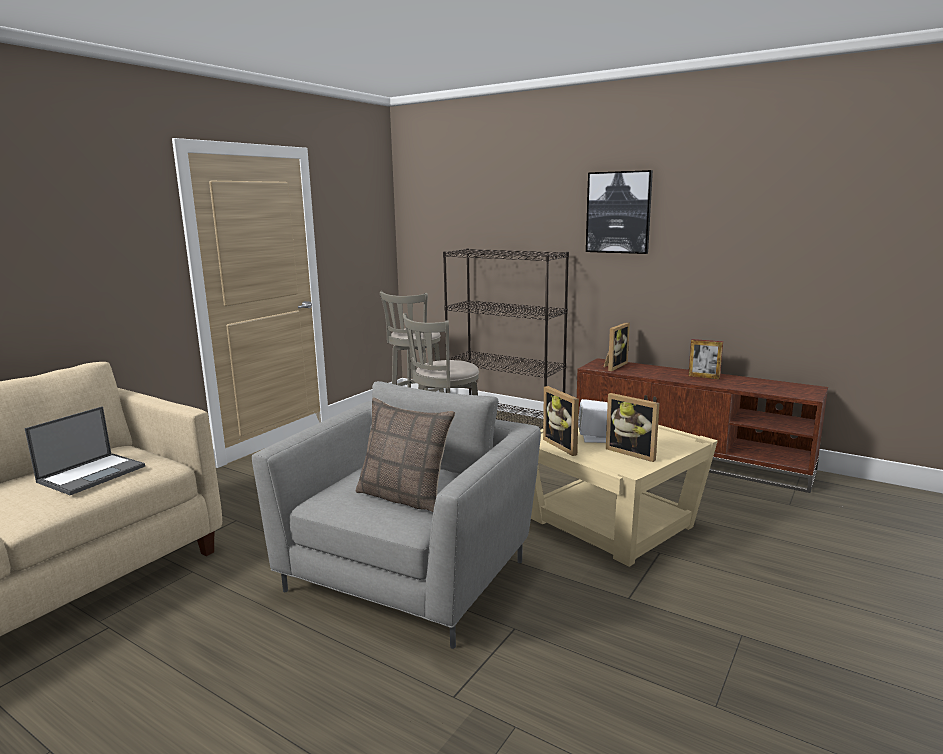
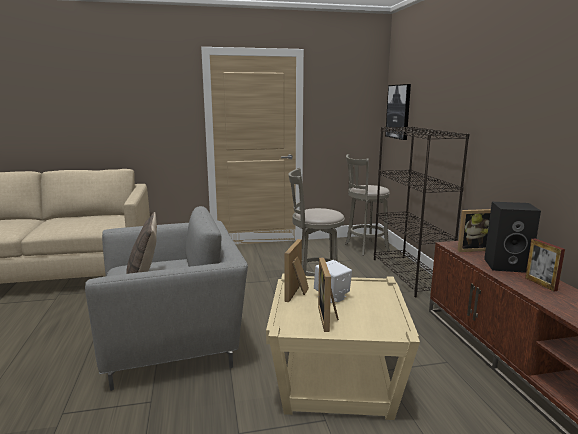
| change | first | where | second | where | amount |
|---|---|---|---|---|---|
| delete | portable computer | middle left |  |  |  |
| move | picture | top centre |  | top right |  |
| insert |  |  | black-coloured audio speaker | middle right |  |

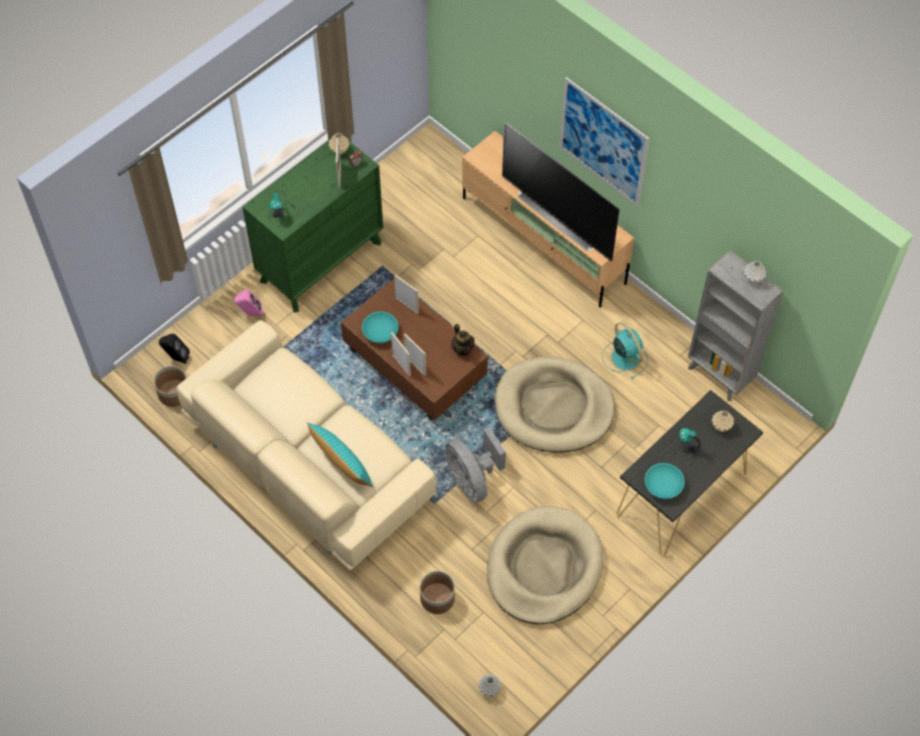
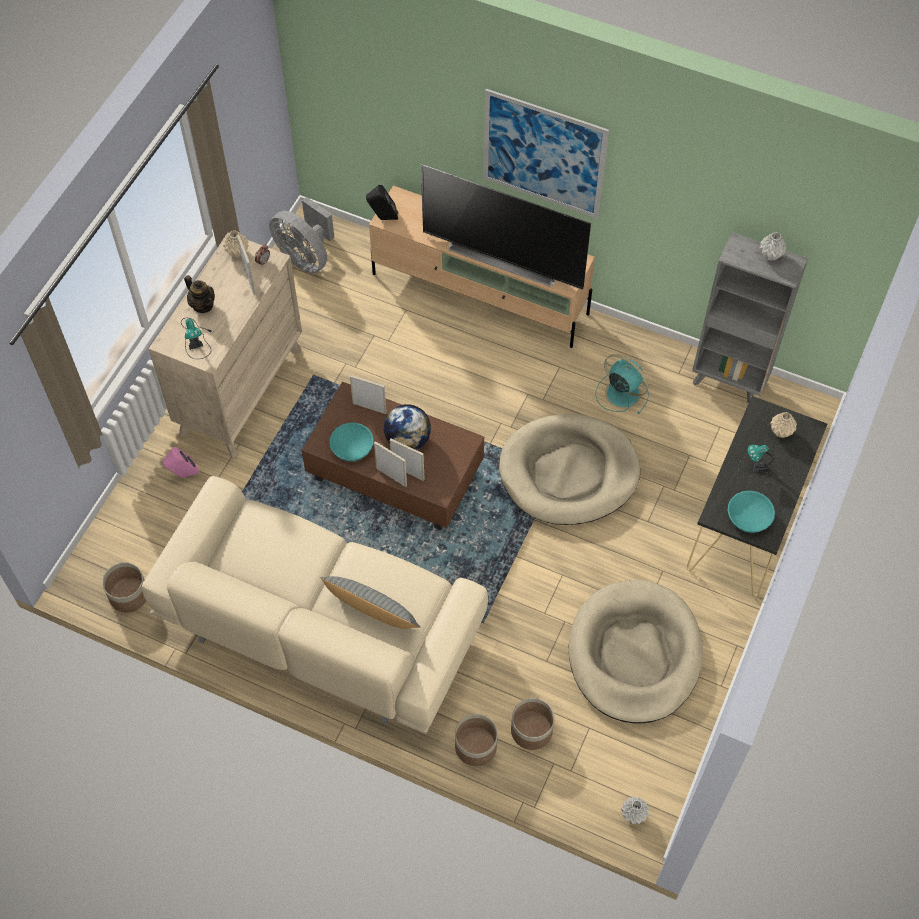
| change | first | where | second | where | amount |
|---|---|---|---|---|---|
| move | black-coloured audio speaker | middle left |  | top centre |  |
| recolor | green-coloured dresser | top centre | beige dresser | middle left |  |
| recolor | turquoise pillow | centre | gray pillow | centre |  |
| move | gray electric fan | centre |  | top left |  |
| move | teapot | centre |  | top left |  |
| insert |  |  | desk globe | centre |  |
| insert |  |  | plant pot (2nd from left) | bottom centre |  |

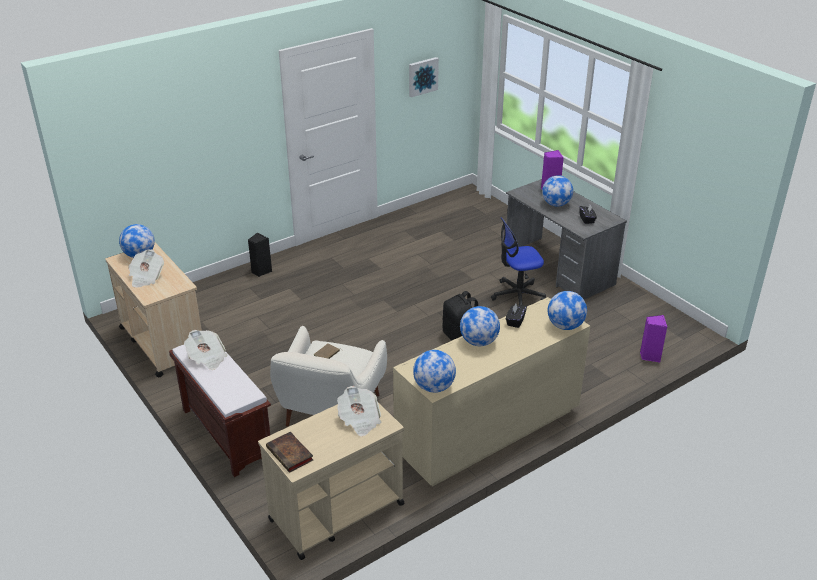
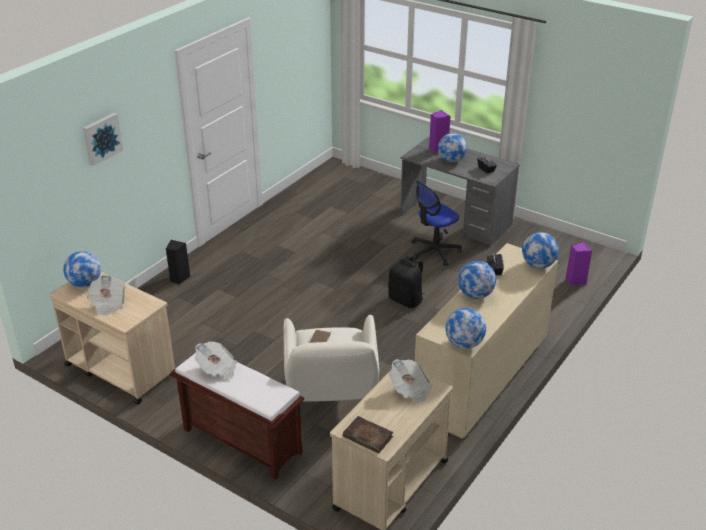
| change | first | where | second | where | amount |
|---|---|---|---|---|---|
| move | picture | top centre |  | top left |  |

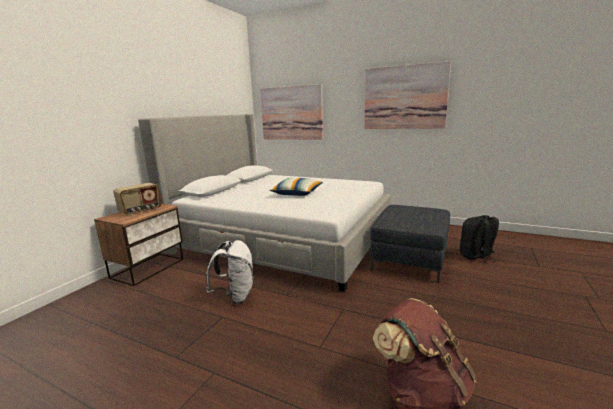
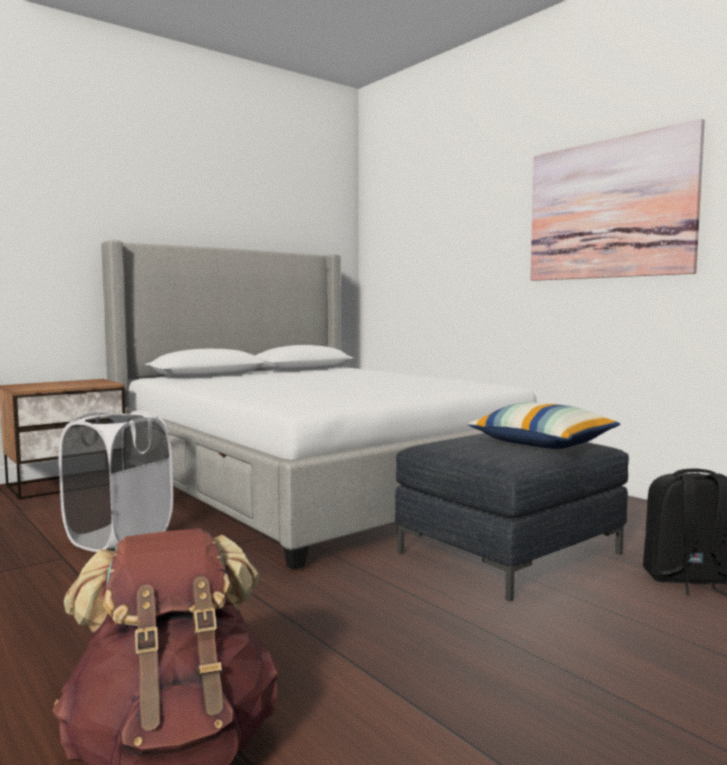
| change | first | where | second | where | amount |
|---|---|---|---|---|---|
| delete | radio | middle left |  |  |  |
| replace | white-coloured rucksack | centre | white-coloured washing basket | middle left |  |
| delete | picture (1st from left) | top centre |  |  |  |
| move | pillow | centre |  | middle right |  |

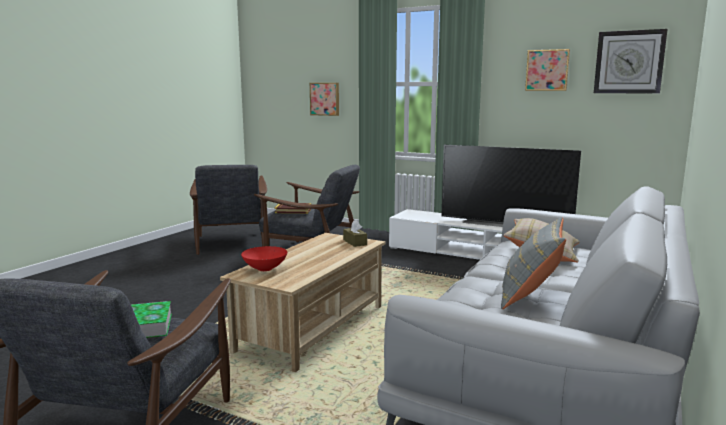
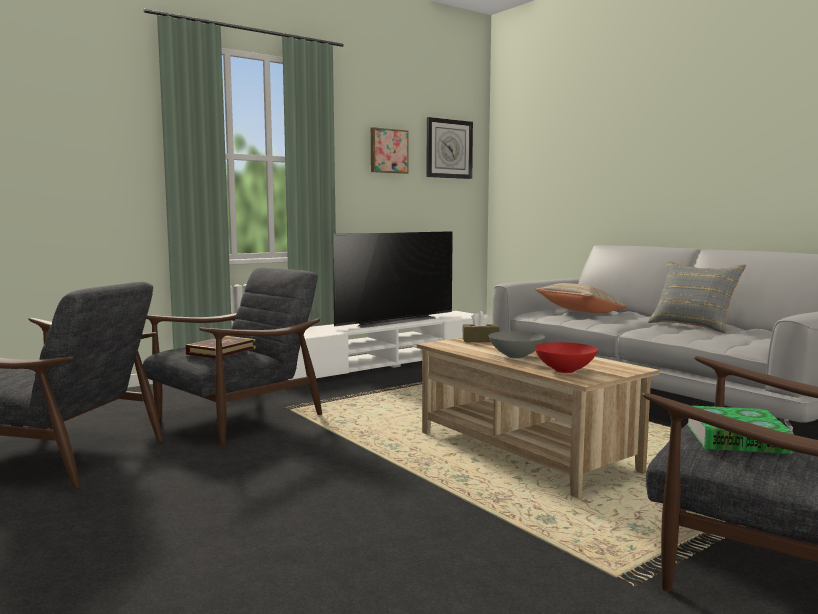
| change | first | where | second | where | amount |
|---|---|---|---|---|---|
| delete | picture (1st from left) | top centre |  |  |  |
| insert |  |  | gray bowl | centre |  |

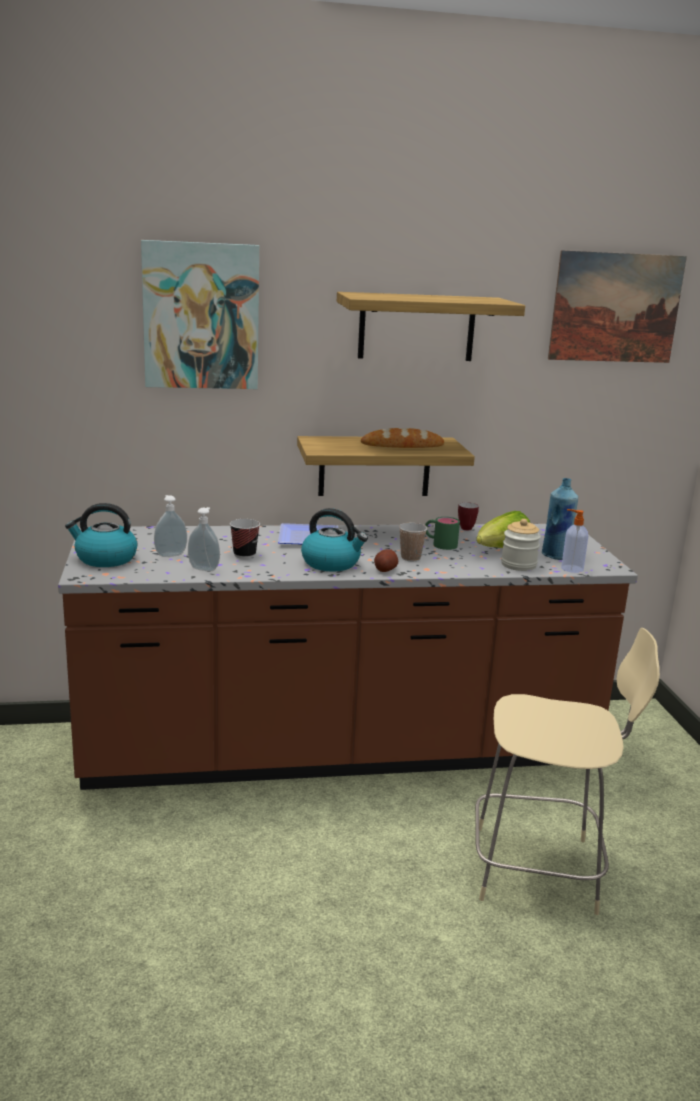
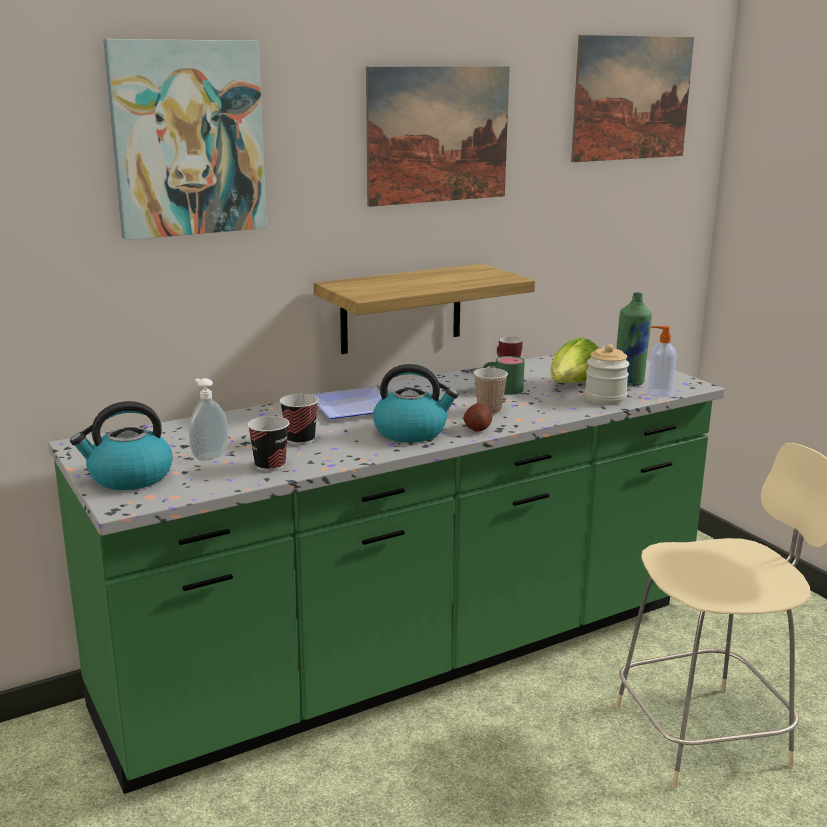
| change | first | where | second | where | amount |
|---|---|---|---|---|---|
| recolor | brown kitchen base unit | centre | green-coloured kitchen base unit | bottom centre |  |
| replace | liquid soap bottle (2nd from left) | middle left | drinking cup (1st from left) | middle left |  |
| replace | shelf (2nd from left) | top centre | picture (2nd from left) | top centre |  |
| delete | bread | centre |  |  |  |
| recolor | bluish drink bottle | middle right | green-coloured drink bottle | middle right |  |

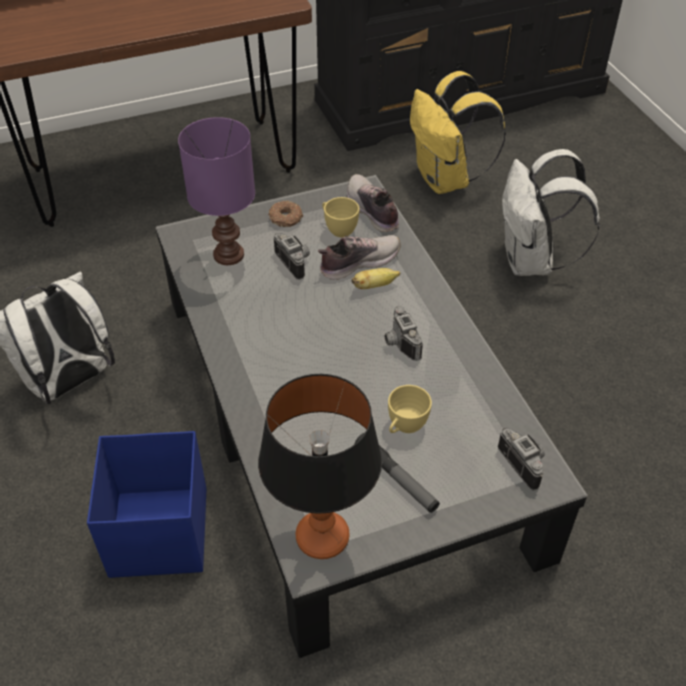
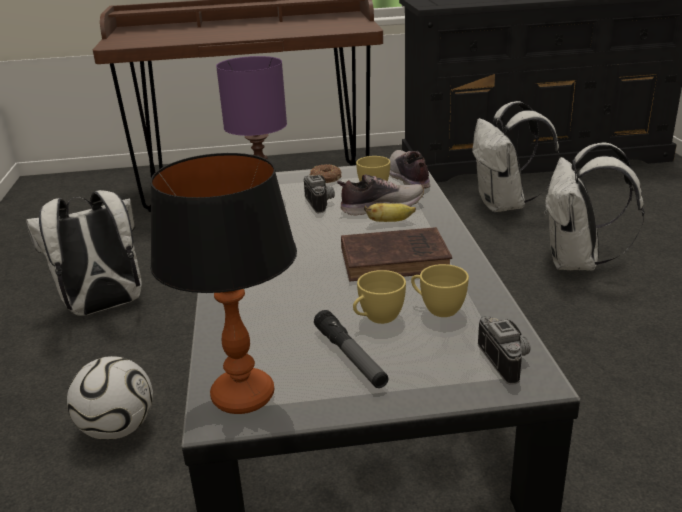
| change | first | where | second | where | amount |
|---|---|---|---|---|---|
| replace | bluish storage container | bottom left | football | bottom left |  |
| replace | photo camera (2nd from left) | centre | brown volume | centre |  |
| recolor | yellowish rucksack | top right | white-coloured rucksack (2nd from left) | top right |  |
| insert |  |  | yellowish drinking cup (3rd from left) | centre |  |

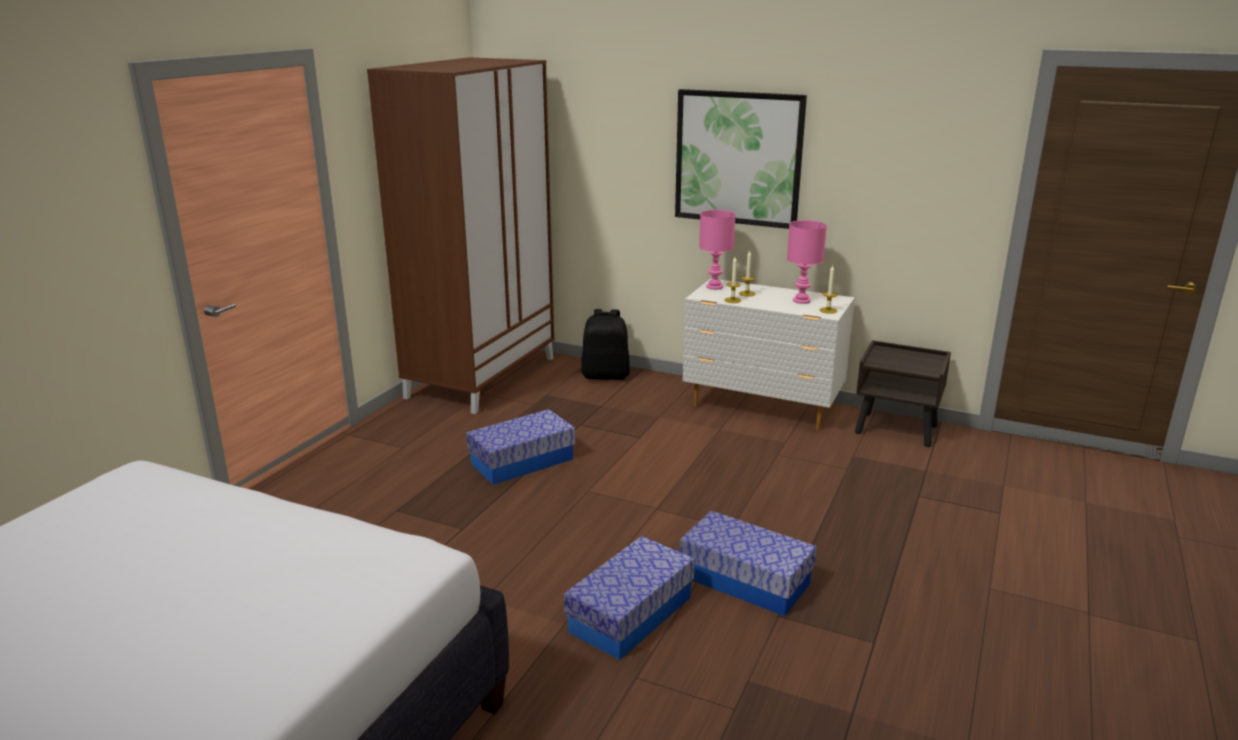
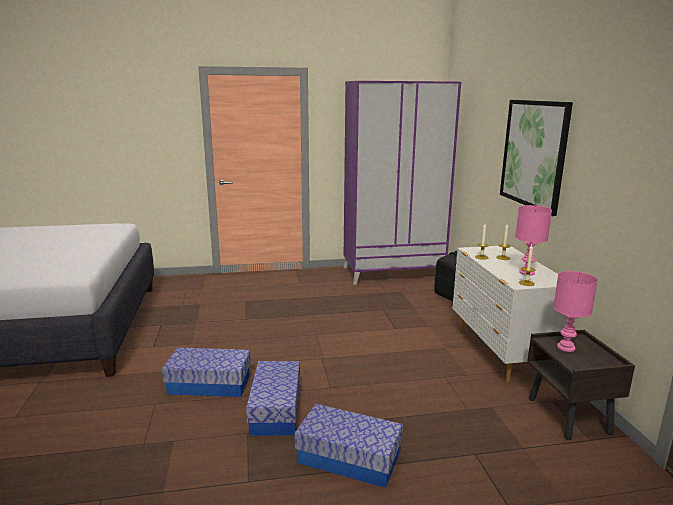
| change | first | where | second | where | amount |
|---|---|---|---|---|---|
| recolor | brown wardrobe | top centre | purplish wardrobe | centre |  |
| move | storage container (1st from left in the first image) | centre | storage container (3rd from left) | bottom centre |  |
| move | pink tabletop lamp (1st from left in the first image) | centre | pink tabletop lamp (2nd from left) | middle right |  |

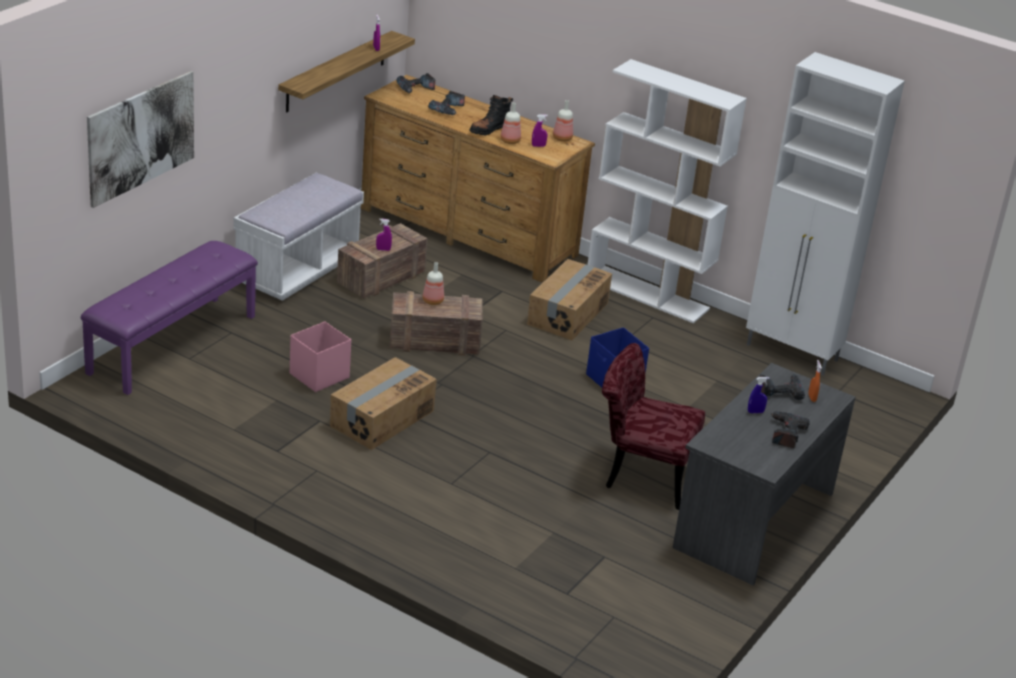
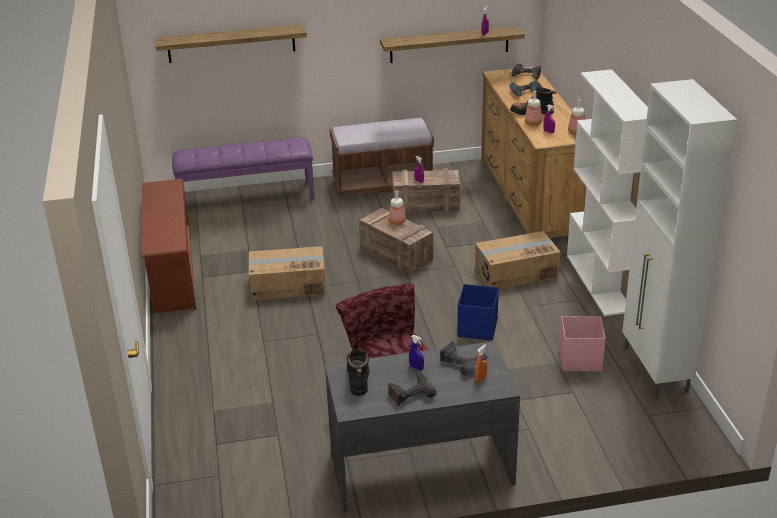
| change | first | where | second | where | amount |
|---|---|---|---|---|---|
| replace | picture | top left | shelf (1st from left) | top left |  |
| recolor | white-coloured indoor bench | middle left | brown indoor bench | top centre |  |
| move | pink storage container | middle left |  | middle right |  |
| insert |  |  | brown shoe shelf | middle left |  |
| insert |  |  | black-coloured tall boot (1st from left) | bottom centre |  |

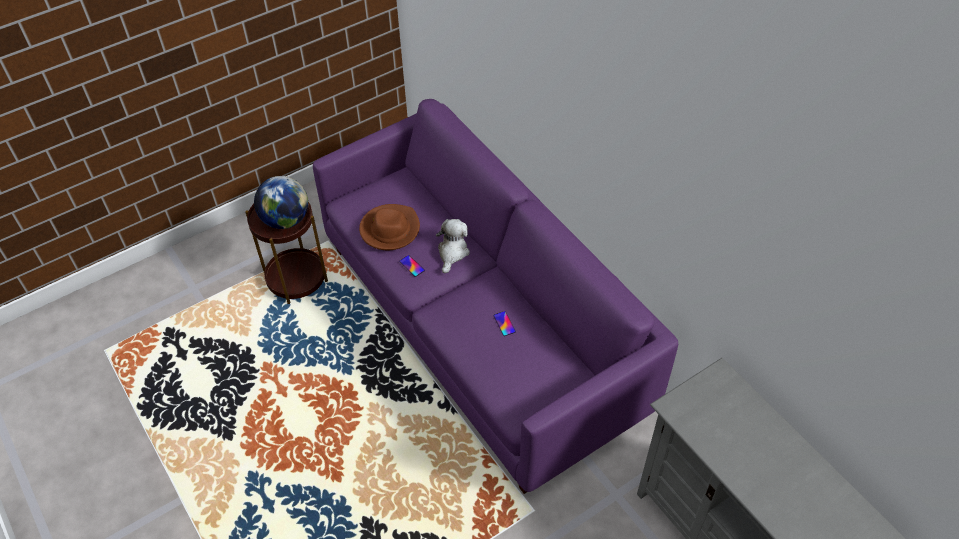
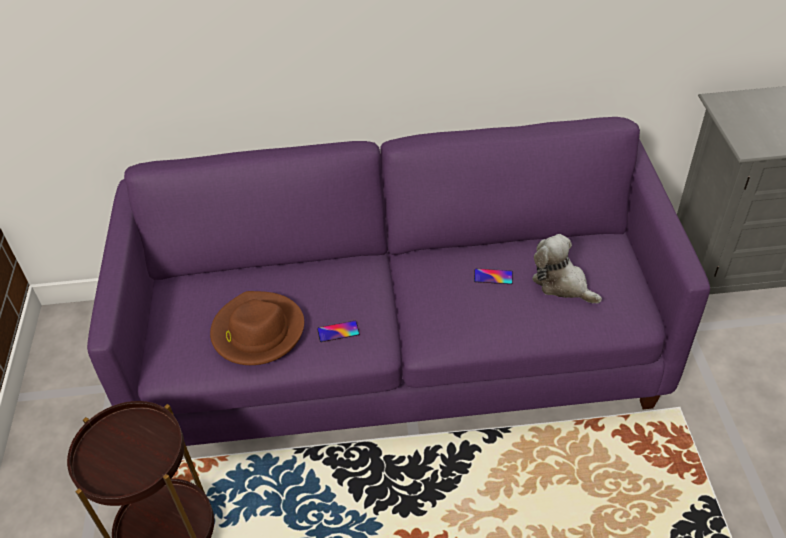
| change | first | where | second | where | amount |
|---|---|---|---|---|---|
| delete | desk globe | middle left |  |  |  |
| move | cuddly toy | centre |  | middle right |  |

